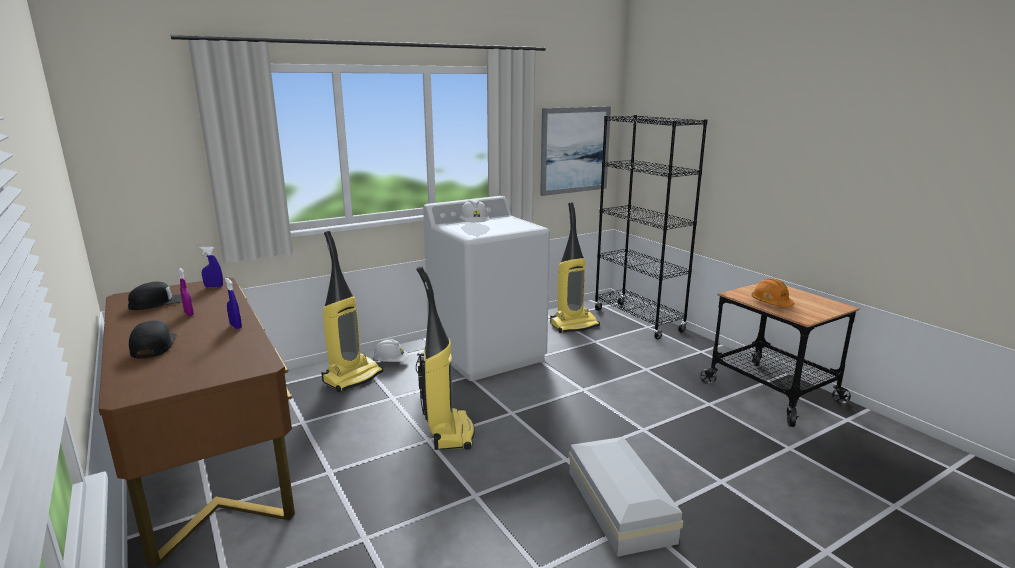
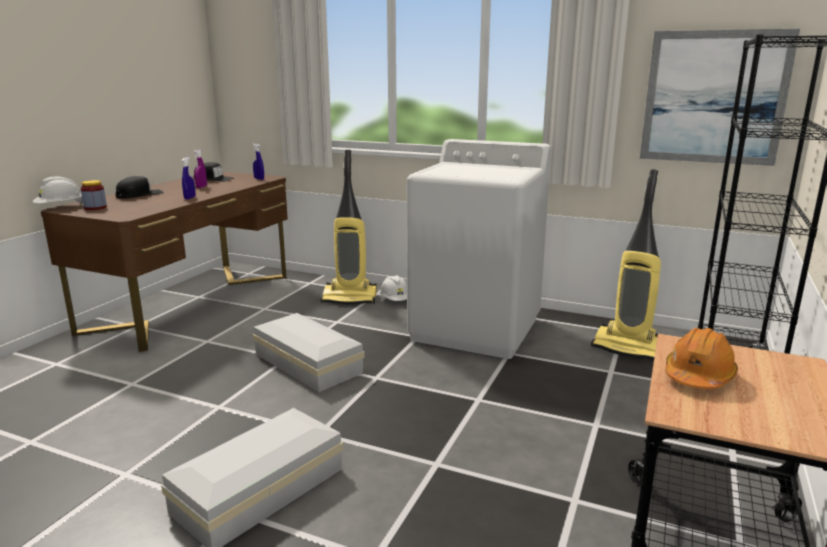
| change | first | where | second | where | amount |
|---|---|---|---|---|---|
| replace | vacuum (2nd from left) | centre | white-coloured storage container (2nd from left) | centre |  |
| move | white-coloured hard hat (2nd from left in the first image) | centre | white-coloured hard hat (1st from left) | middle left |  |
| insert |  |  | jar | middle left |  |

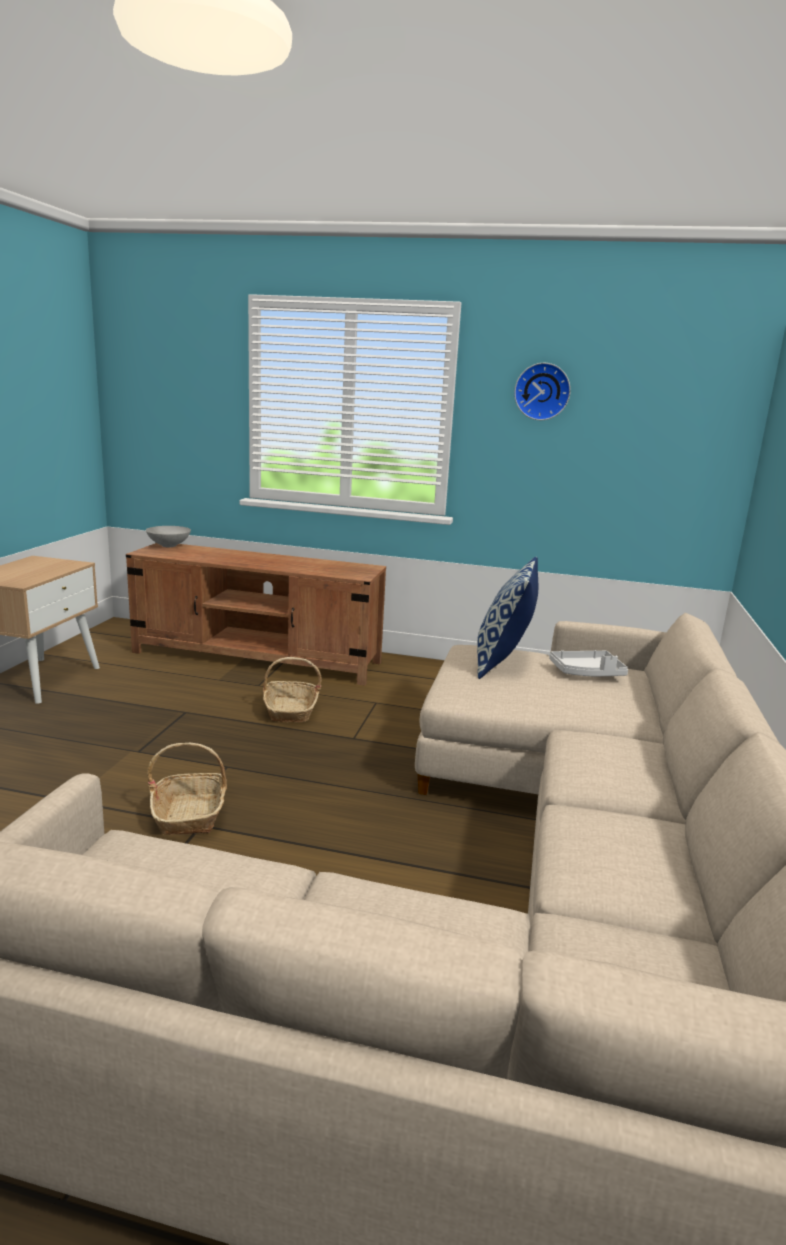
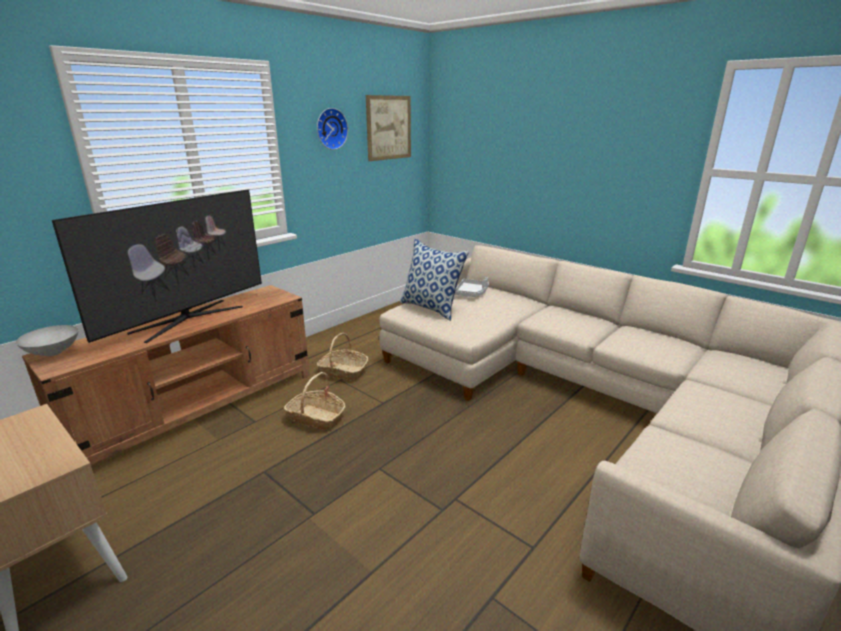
| change | first | where | second | where | amount |
|---|---|---|---|---|---|
| move | basket (1st from left in the first image) | middle left | basket (2nd from left) | centre |  |
| insert |  |  | TV | middle left |  |
| insert |  |  | picture | top centre |  |

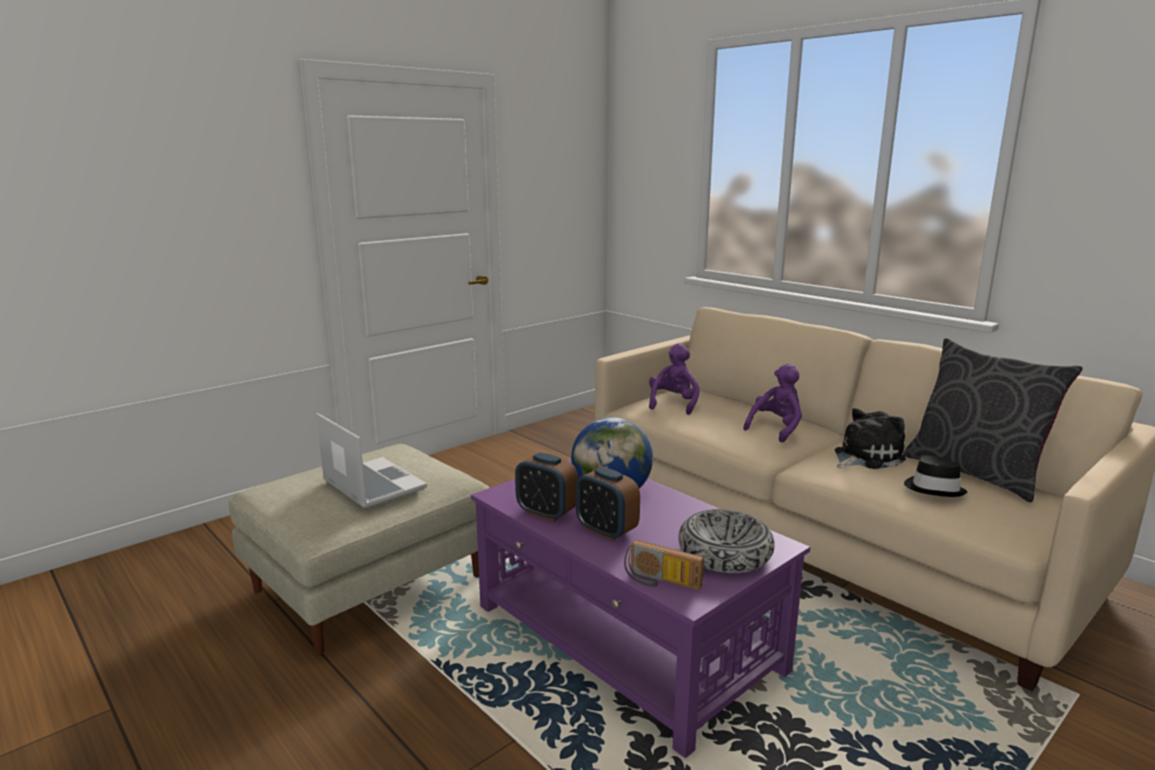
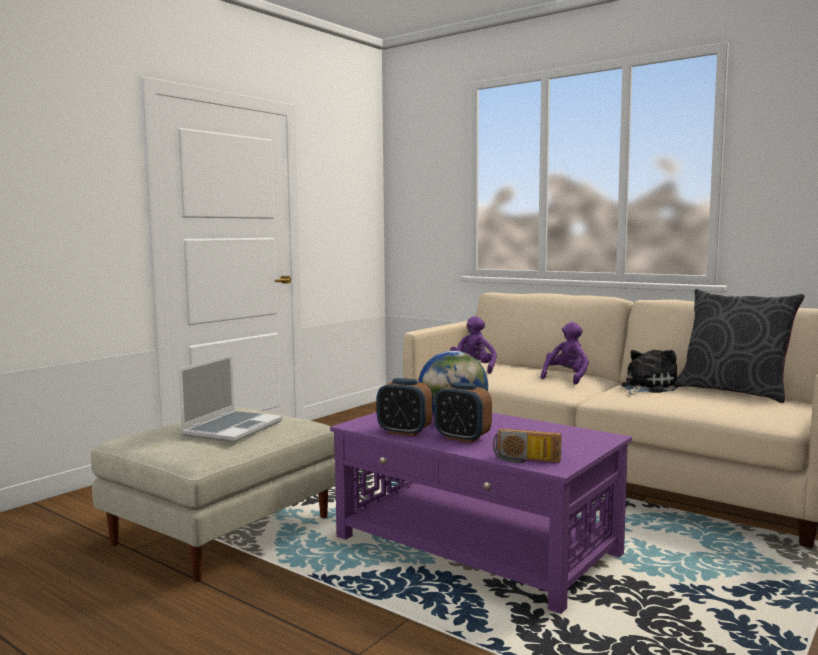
| change | first | where | second | where | amount |
|---|---|---|---|---|---|
| rotate | portable computer | middle left |  | middle left | 75 degrees clockwise |
| delete | bowl | bottom centre |  |  |  |
| delete | black-coloured hat | middle right |  |  |  |

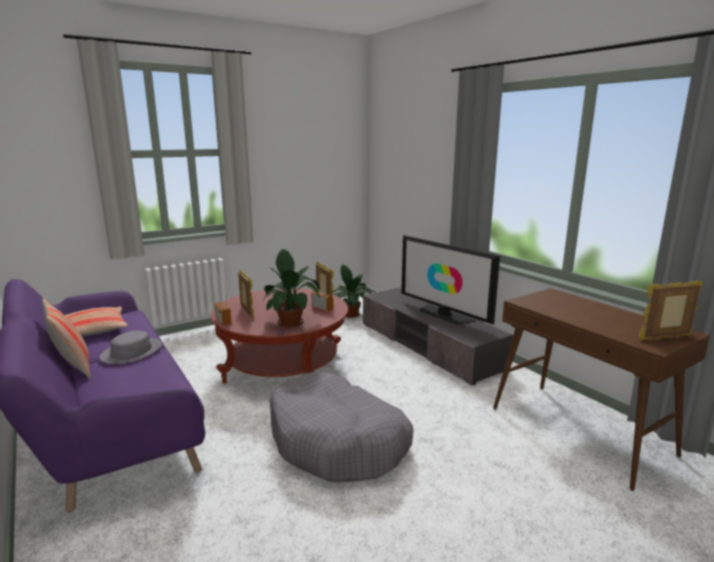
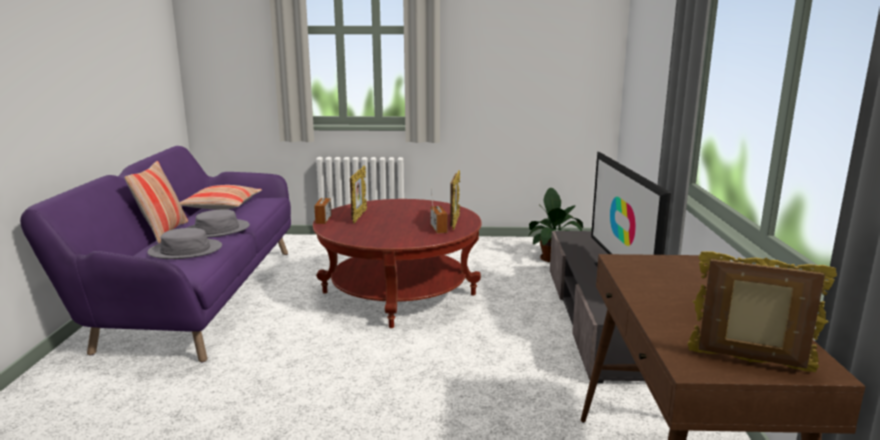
| change | first | where | second | where | amount |
|---|---|---|---|---|---|
| delete | potted plant (1st from left) | centre |  |  |  |
| delete | gray pet bed | bottom centre |  |  |  |
| insert |  |  | gray hat (1st from left) | middle left |  |

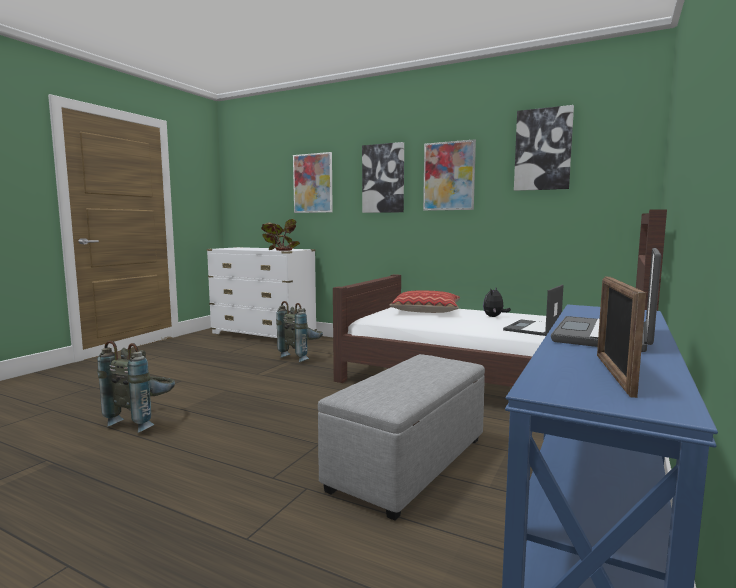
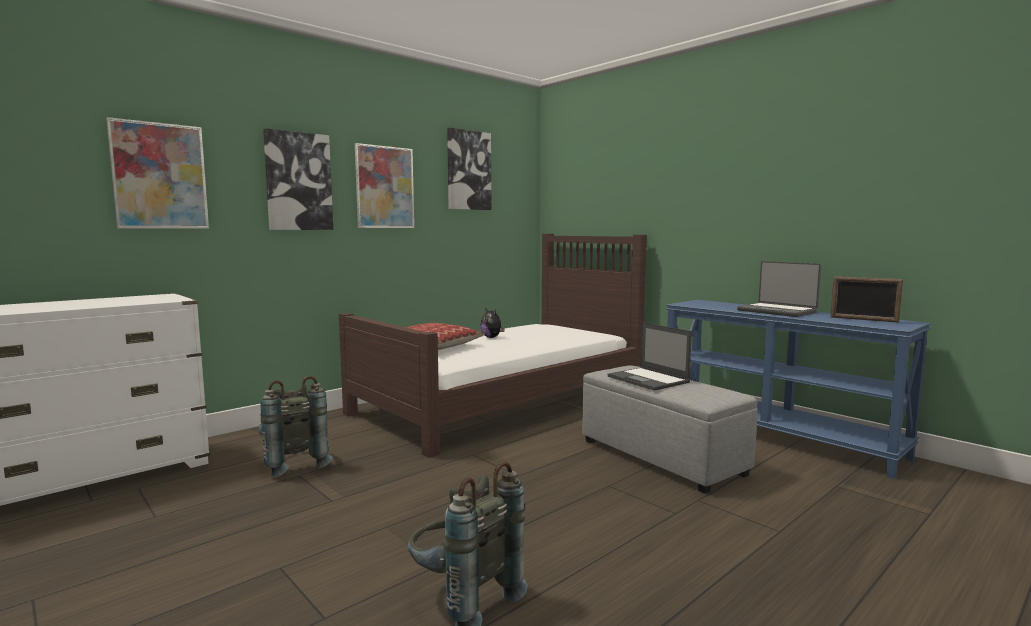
| change | first | where | second | where | amount |
|---|---|---|---|---|---|
| delete | potted plant | centre |  |  |  |
| move | portable computer (1st from left) | middle right |  | centre |  |

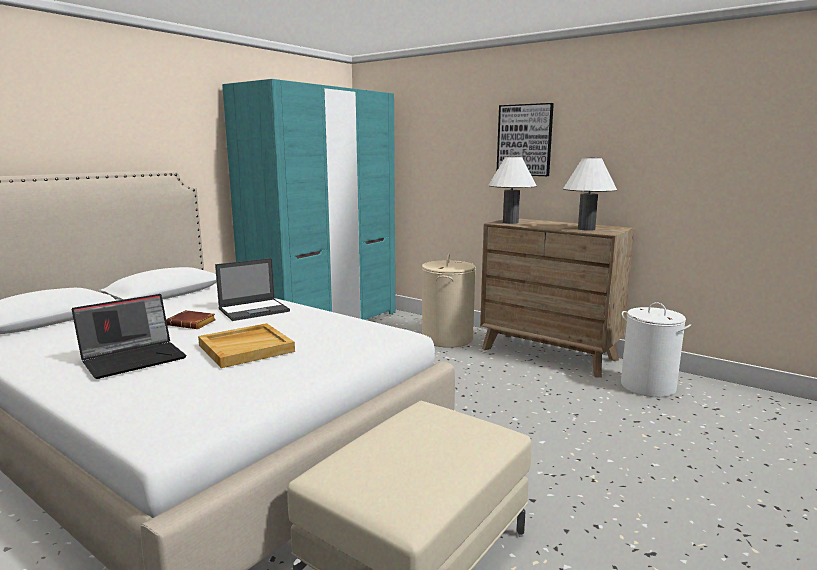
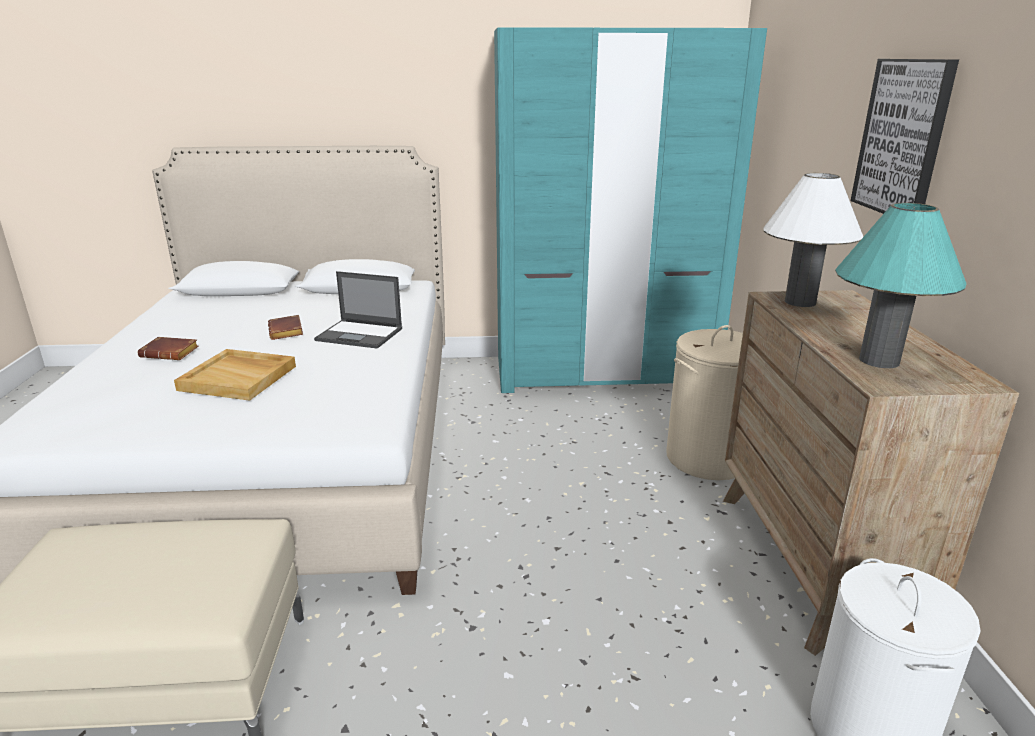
| change | first | where | second | where | amount |
|---|---|---|---|---|---|
| replace | portable computer (1st from left) | middle left | brown volume (1st from left) | middle left |  |
| recolor | white-coloured tabletop lamp (2nd from left) | middle right | turquoise tabletop lamp | middle right |  |

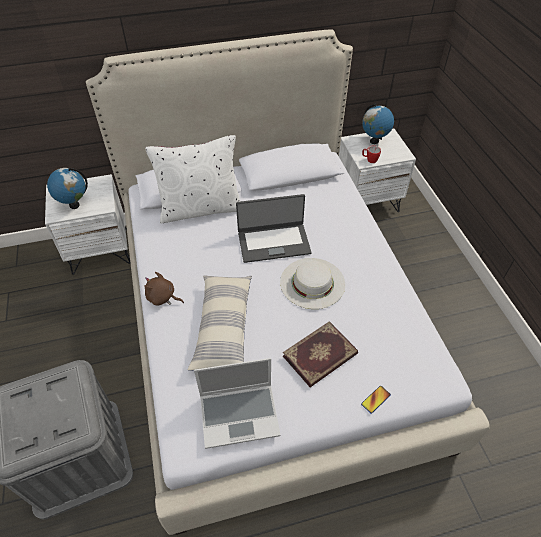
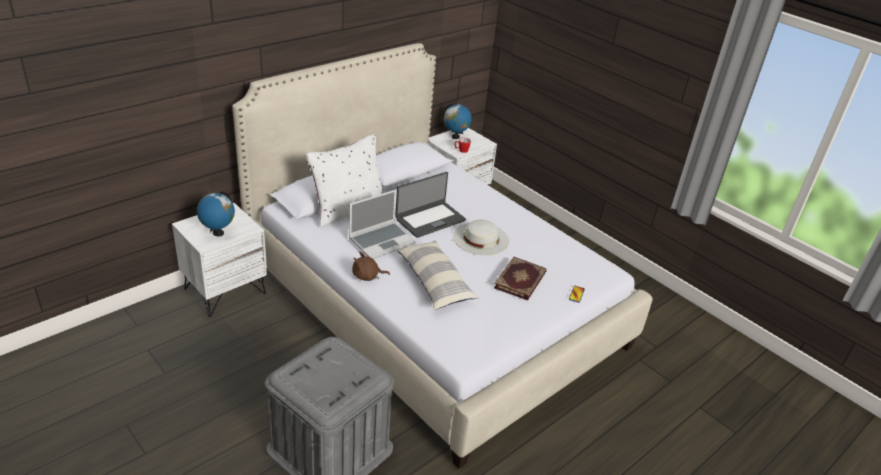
| change | first | where | second | where | amount |
|---|---|---|---|---|---|
| move | portable computer (1st from left) | bottom centre |  | centre |  |

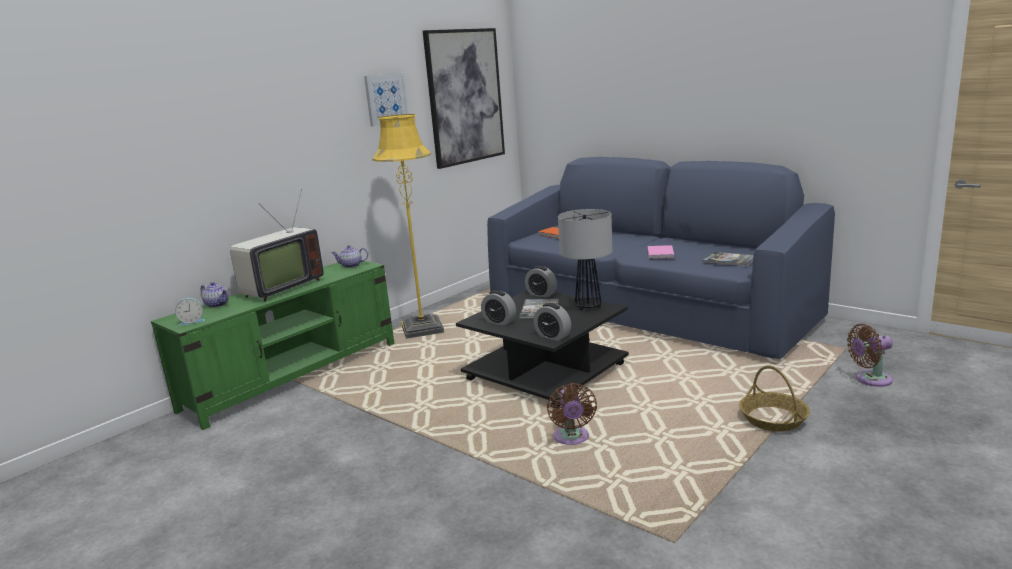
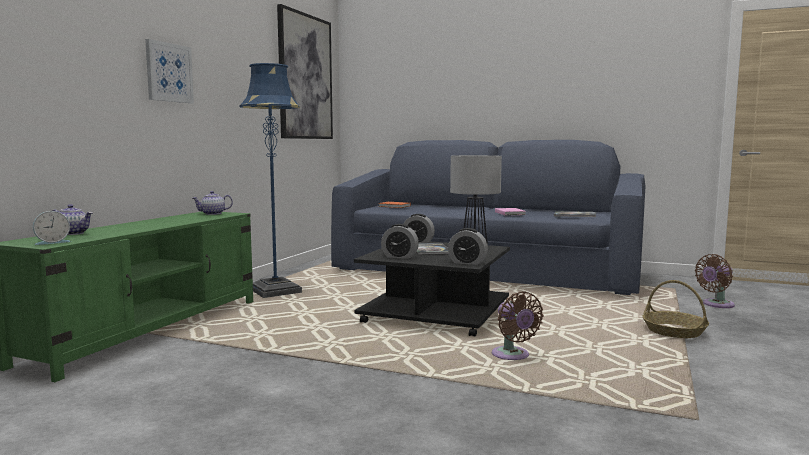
| change | first | where | second | where | amount |
|---|---|---|---|---|---|
| delete | TV | middle left |  |  |  |
| move | picture (1st from left) | top centre |  | top left |  |
| recolor | yellowish standard lamp | centre | bluish standard lamp | centre |  |

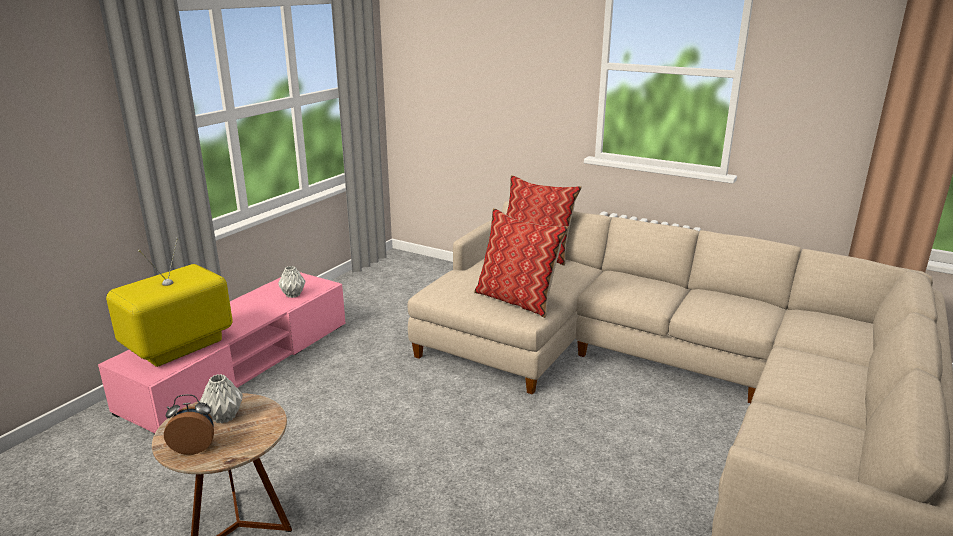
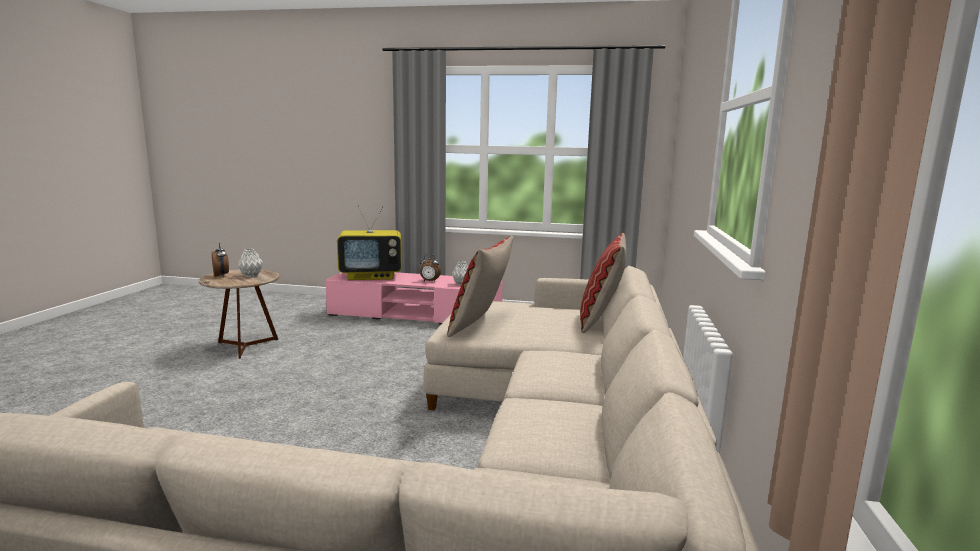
| change | first | where | second | where | amount |
|---|---|---|---|---|---|
| rotate | TV | middle left |  | centre | 150 degrees clockwise |
| insert |  |  | alarm clock (2nd from left) | centre |  |

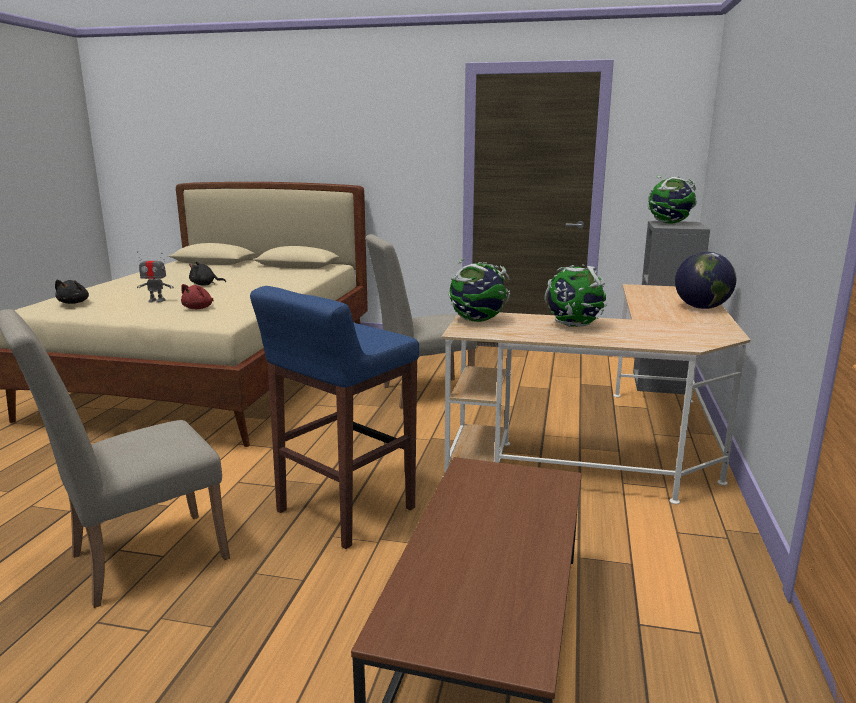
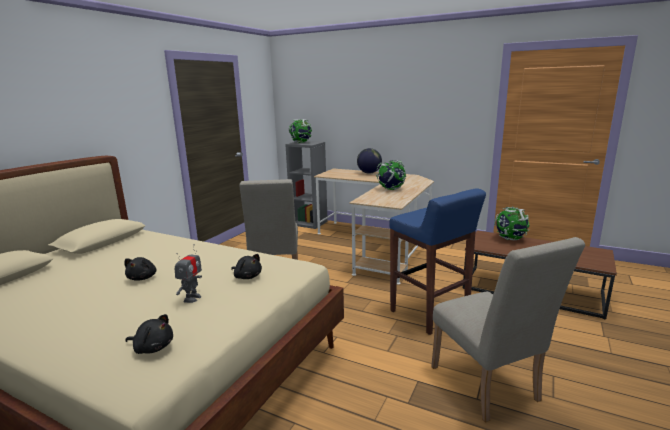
| change | first | where | second | where | amount |
|---|---|---|---|---|---|
| recolor | red cuddly toy | middle left | black-coloured cuddly toy (3rd from left) | centre |  |
| move | desk globe (1st from left in the first image) | centre | desk globe (4th from left) | middle right |  |

